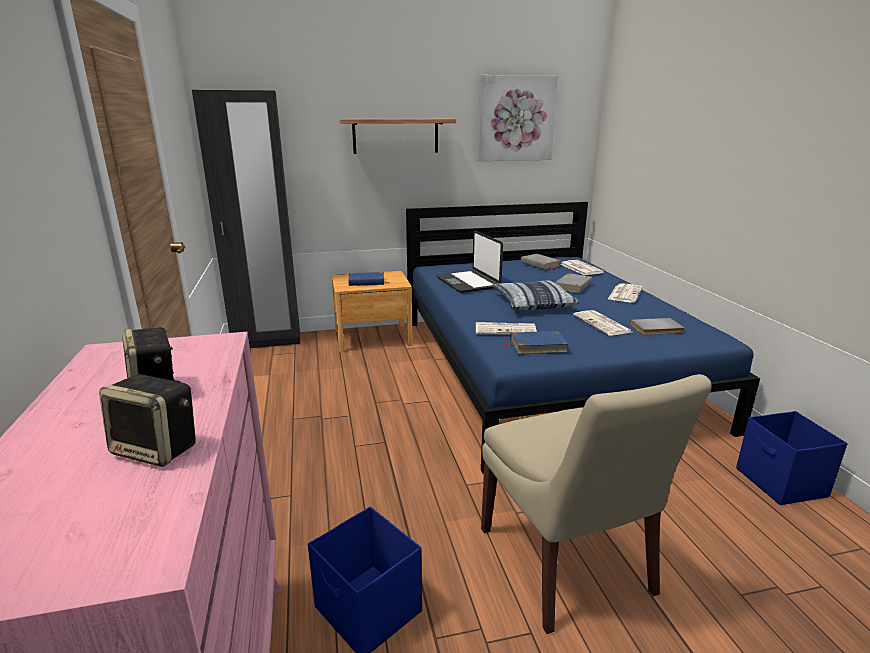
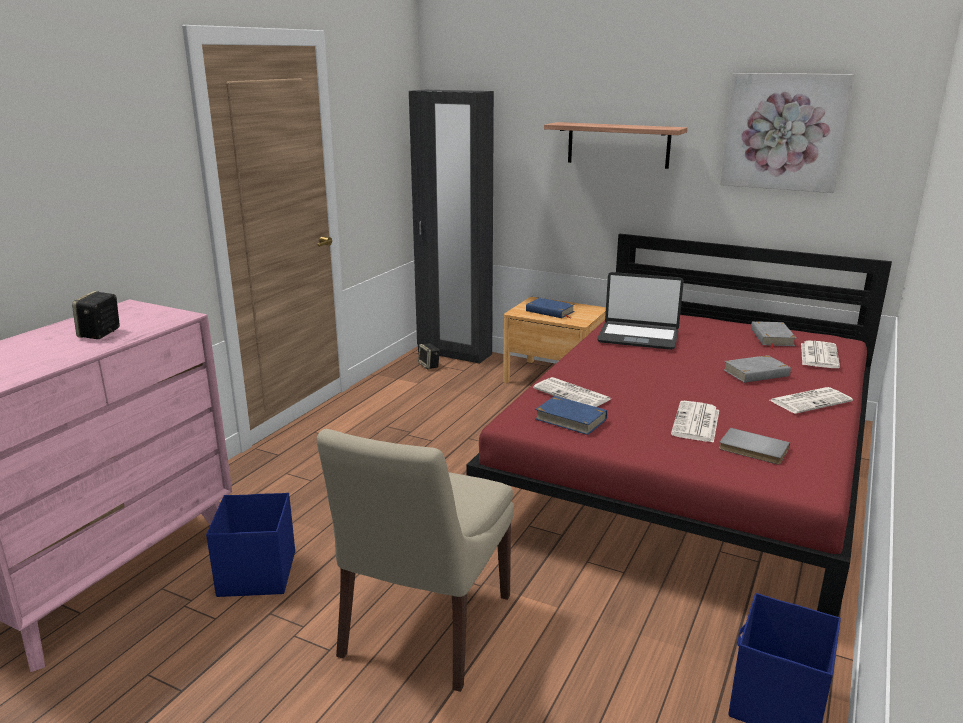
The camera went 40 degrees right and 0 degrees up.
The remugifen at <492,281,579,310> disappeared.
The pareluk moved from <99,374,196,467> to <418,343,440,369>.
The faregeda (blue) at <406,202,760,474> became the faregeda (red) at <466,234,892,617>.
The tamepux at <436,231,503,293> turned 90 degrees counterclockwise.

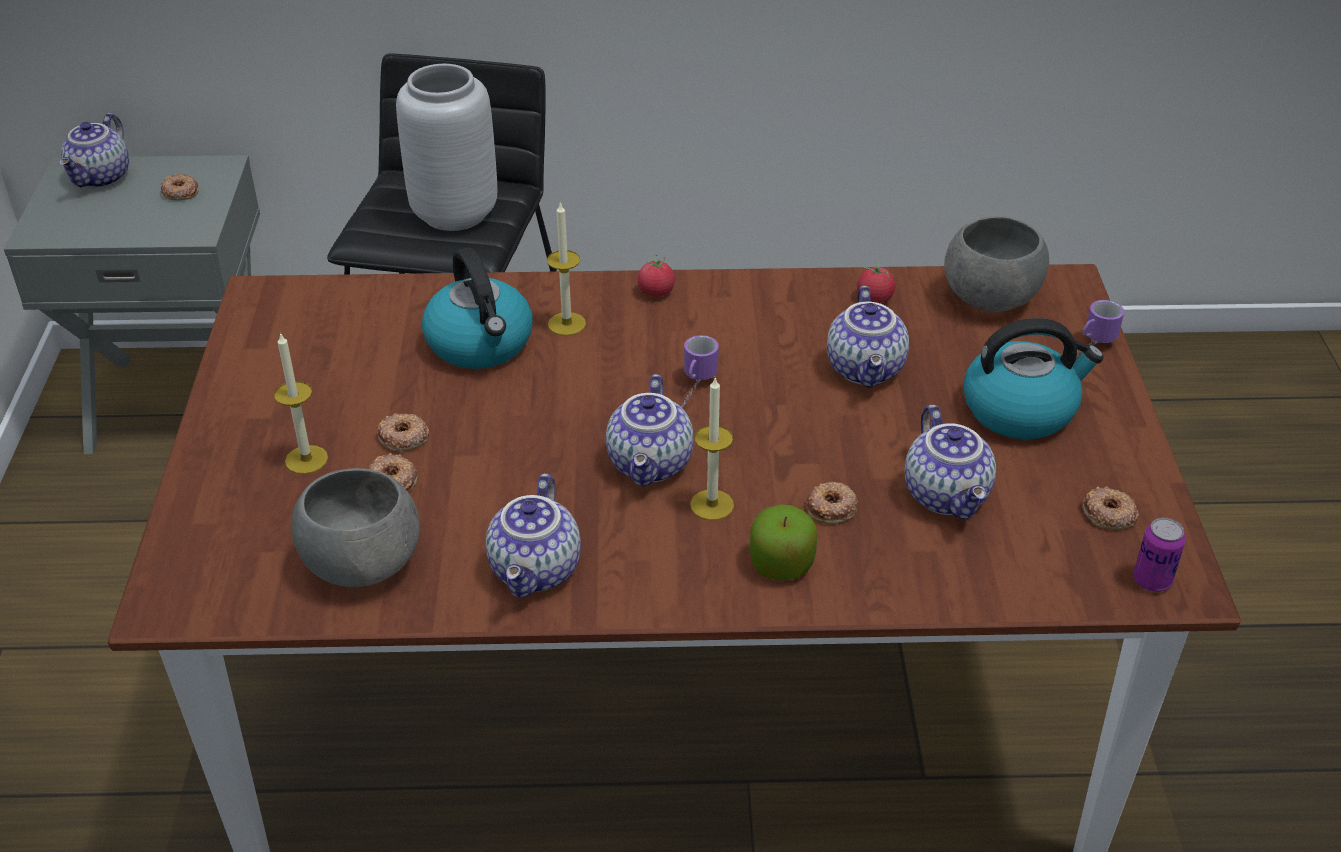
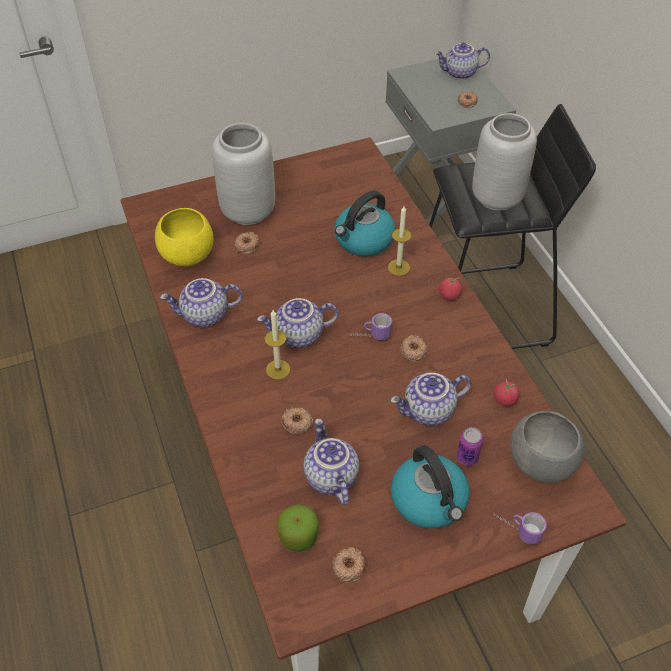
The camera went 70 degrees right and 10 degrees up.
The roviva moved from <377,413,429,451> to <400,335,428,362>.
The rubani moved from <750,504,817,580> to <276,504,319,552>.
The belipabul moved from <1133,517,1186,592> to <457,427,483,466>.
The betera at <274,332,328,474> was replaced by the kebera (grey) at <212,123,275,225>.
The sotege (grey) at <291,468,420,587> became the sotege (yellow) at <155,208,213,266>.
The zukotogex at <905,405,996,519> turned 105 degrees clockwise.

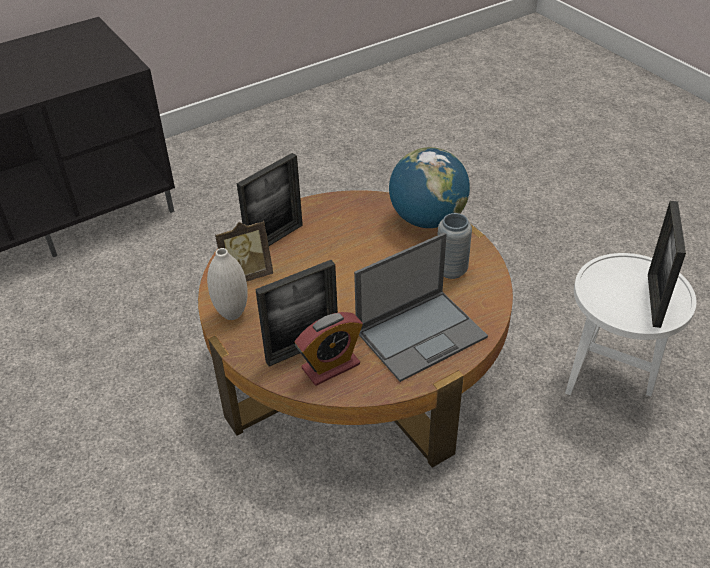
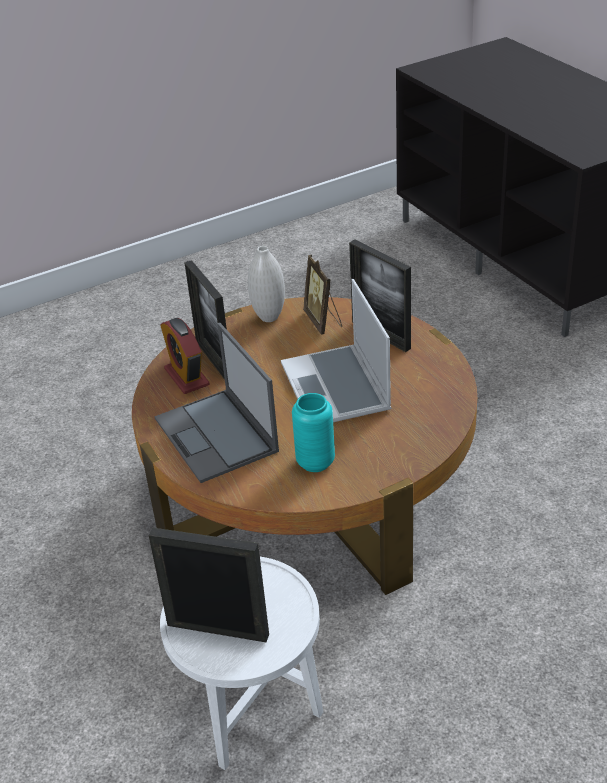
The camera went 95 degrees right and 5 degrees down.
The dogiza at <389,147,470,228> disappeared.
The tamepux at <281,279,391,422> appeared.
The kebera (grey) at <437,213,472,279> became the kebera (turquoise) at <292,393,335,472>.

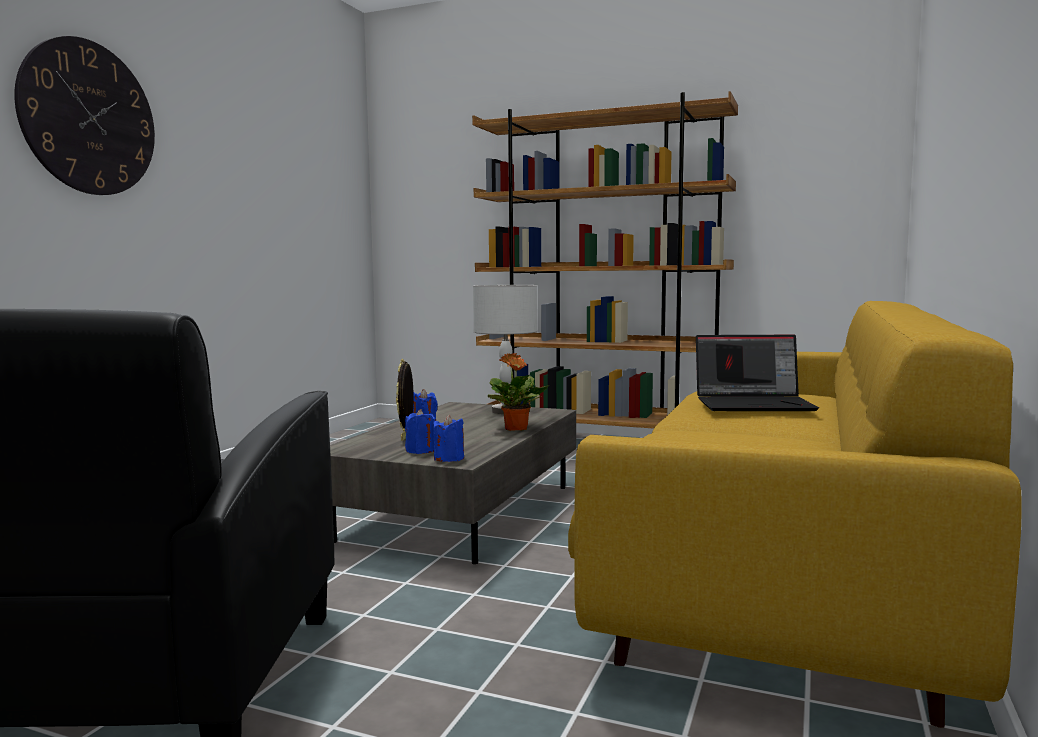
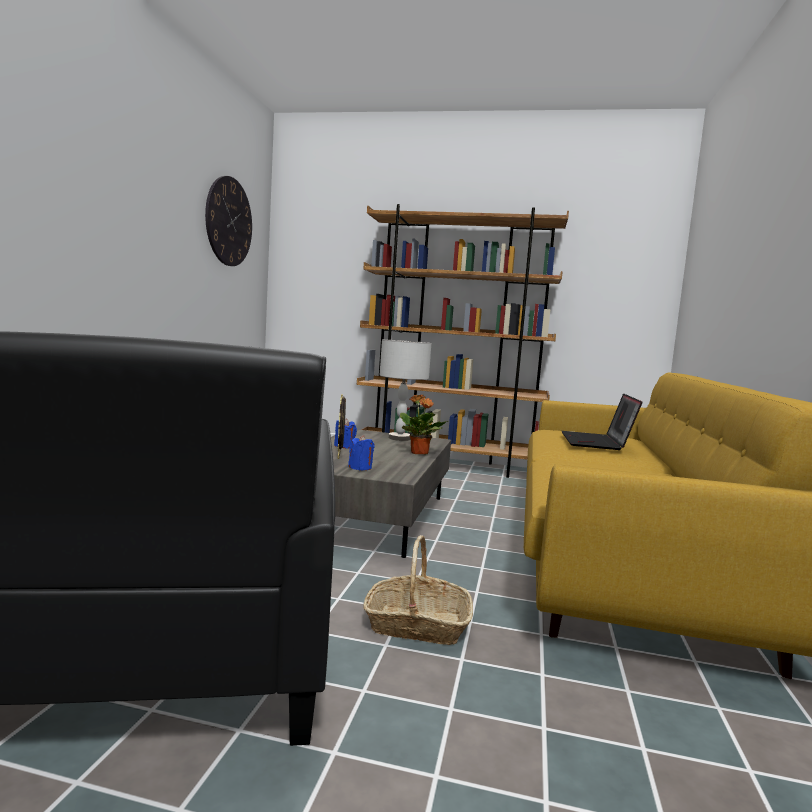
The camera went 10 degrees left and 0 degrees up.
The betera (blue) at <433,415,464,462> disappeared.
The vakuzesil at <363,535,473,645> appeared.
The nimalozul moved from <14,36,155,195> to <205,176,252,266>.
The tamepux at <696,335,819,411> turned 105 degrees clockwise.

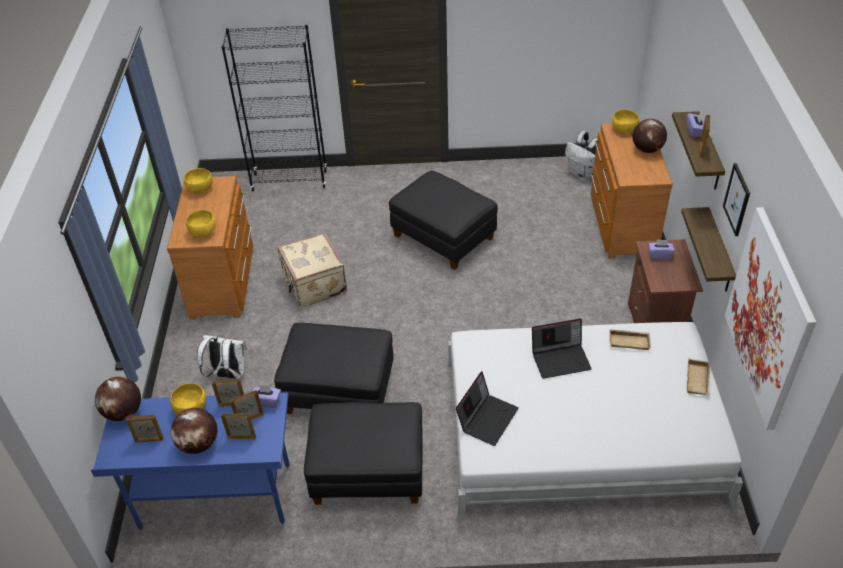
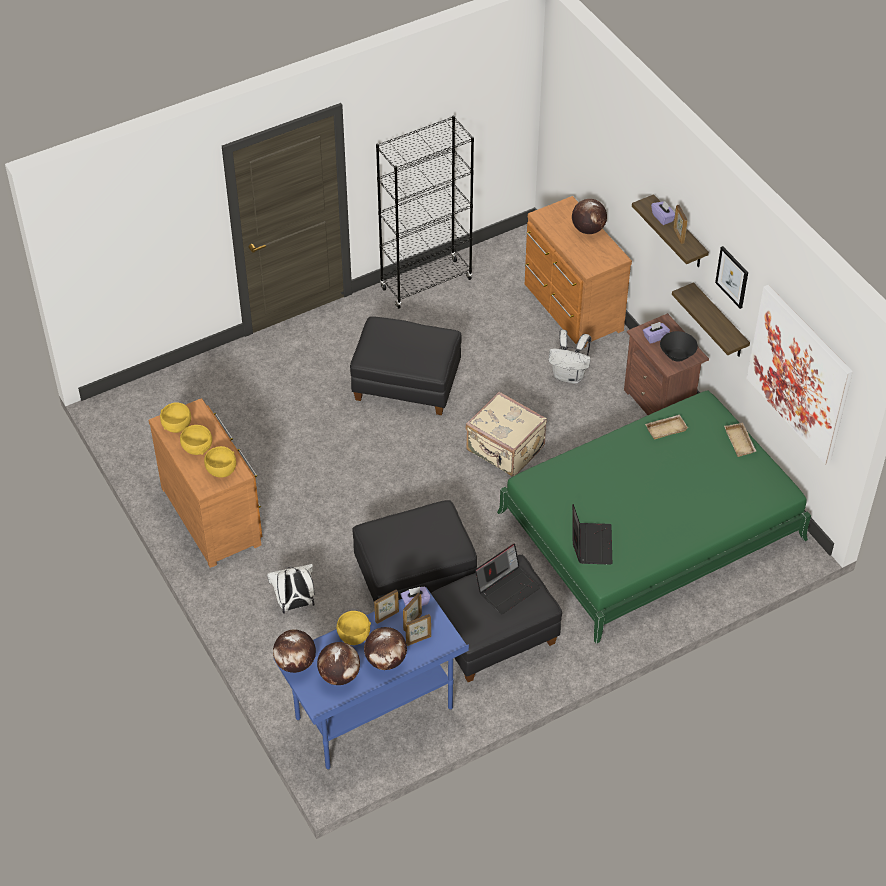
The camera went 30 degrees left and 5 degrees up.
The sotege (black) at <660,331,698,362> appeared.
The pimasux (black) moved from <222,25,327,191> to <376,115,474,309>.
The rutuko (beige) moved from <278,232,347,307> to <465,392,547,477>.
The tamepux moved from <532,319,592,379> to <475,543,540,614>.
The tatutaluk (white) moved from <565,131,598,180> to <549,330,591,384>.
The sotege (yellow) moved from <612,110,639,134> to <180,425,212,455>.
The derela at <126,415,163,443> was replaced by the dogiza at <317,642,360,685>.
The faregeda (white) at <447,322,743,521> became the faregeda (green) at <497,390,811,644>.

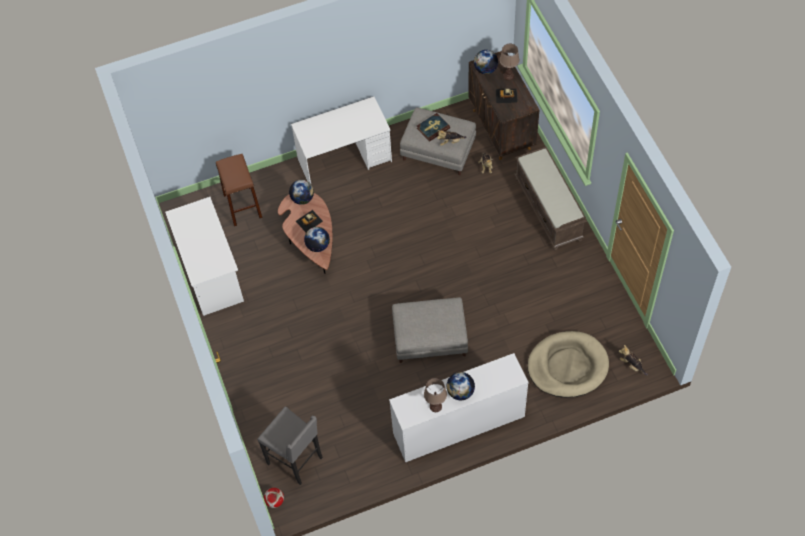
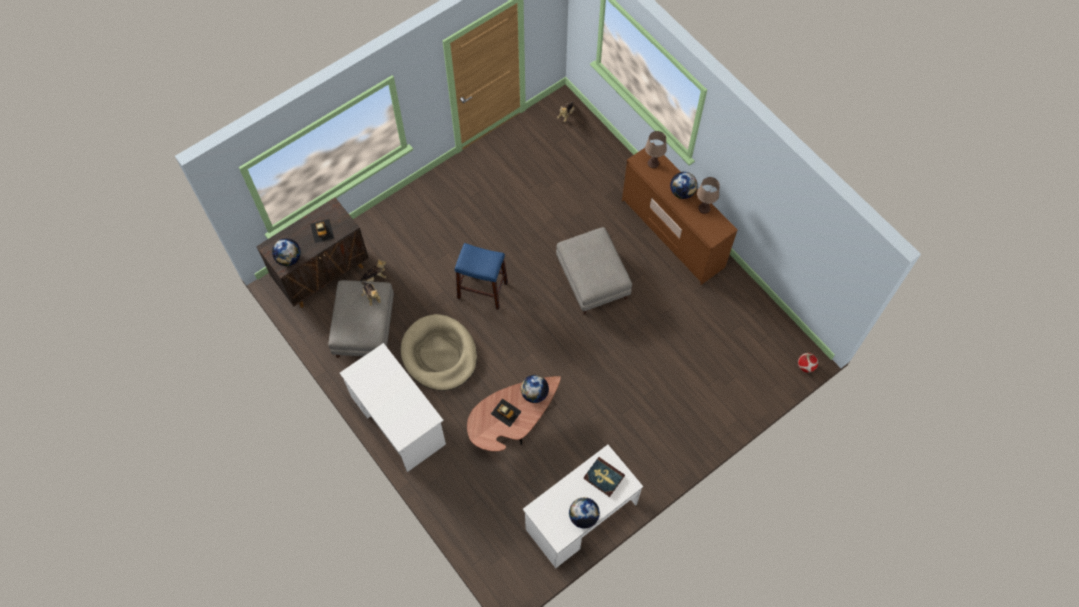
The camera went 110 degrees left and 5 degrees up.
The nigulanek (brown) at <216,154,262,226> disappeared.
The nigulanek (grey) at <258,406,323,485> disappeared.
The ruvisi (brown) at <514,147,587,251> disappeared.
The nigulanek (blue) at <455,243,508,310> appeared.
The dogiza moved from <289,180,314,205> to <569,497,600,529>.
The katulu moved from <417,113,450,141> to <583,457,625,497>.
The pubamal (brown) moved from <500,44,520,80> to <645,131,667,168>.
The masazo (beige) moved from <528,331,609,398> to <401,314,477,391>.
The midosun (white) at <389,353,529,462> became the midosun (brown) at <622,143,738,285>.

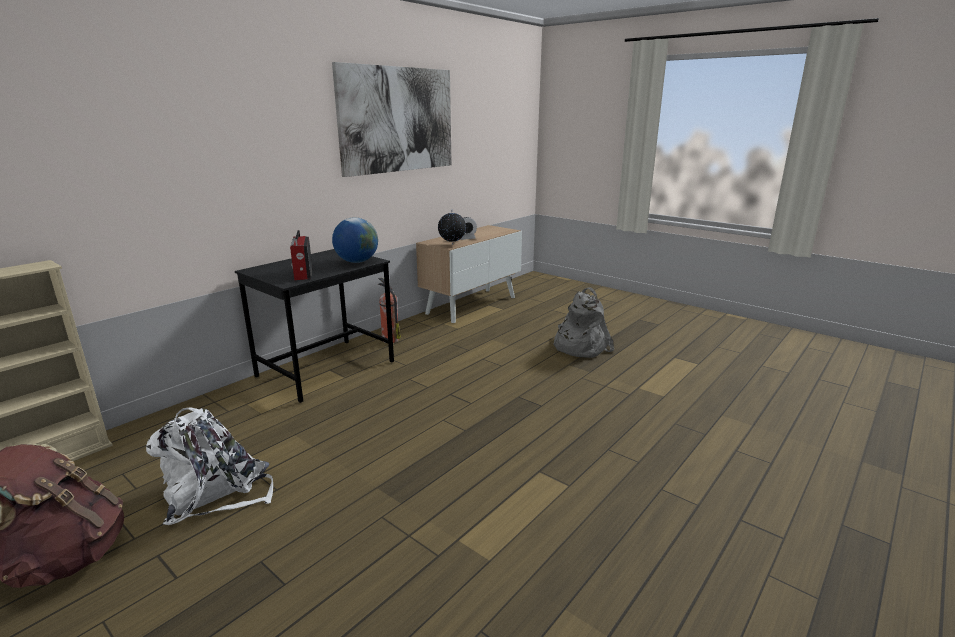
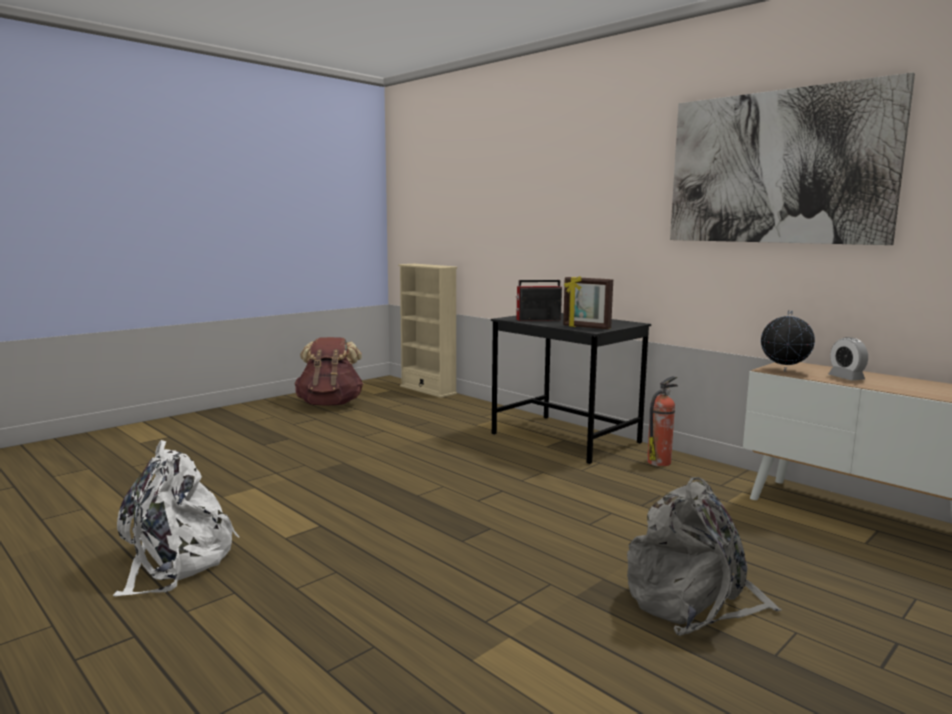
The camera went 95 degrees right and 10 degrees down.
The tatutaluk (white) moved from <146,407,273,525> to <113,440,239,597>.
The dogiza at <332,217,378,263> was replaced by the derela at <563,276,613,329>.

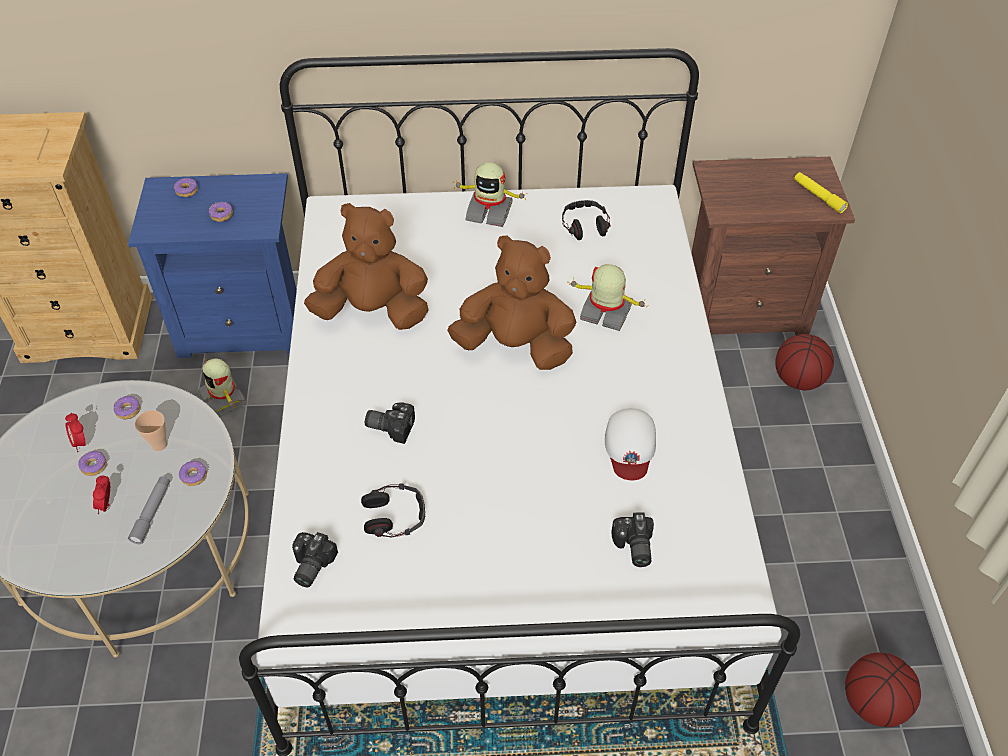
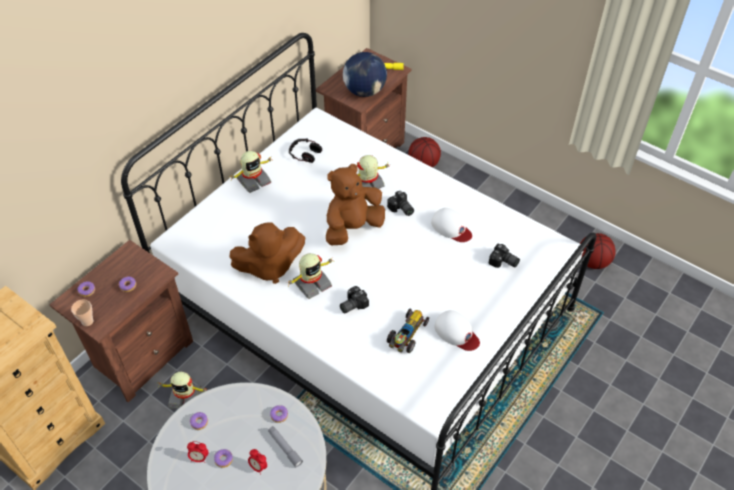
The camera went 50 degrees left and 0 degrees up.
The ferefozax at <288,253,332,299> appeared.
The dogiza at <343,52,387,97> appeared.
The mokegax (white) at <434,310,480,351> appeared.
The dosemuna moved from <134,410,168,451> to <71,299,93,326>.
The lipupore moved from <292,532,338,587> to <387,191,414,216>.
The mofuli at <361,483,425,537> was replaced by the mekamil at <387,309,429,353>.
The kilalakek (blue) at <128,173,297,358> became the kilalakek (brown) at <49,240,193,403>.
The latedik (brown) at <304,203,429,330> turned 150 degrees counterclockwise.

